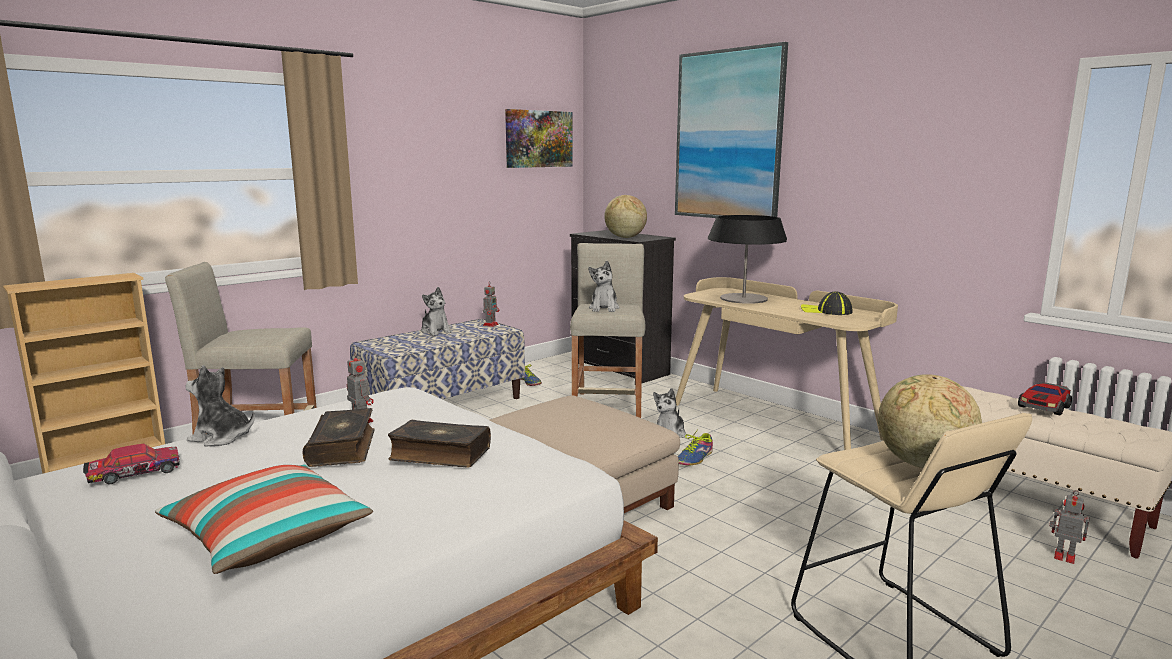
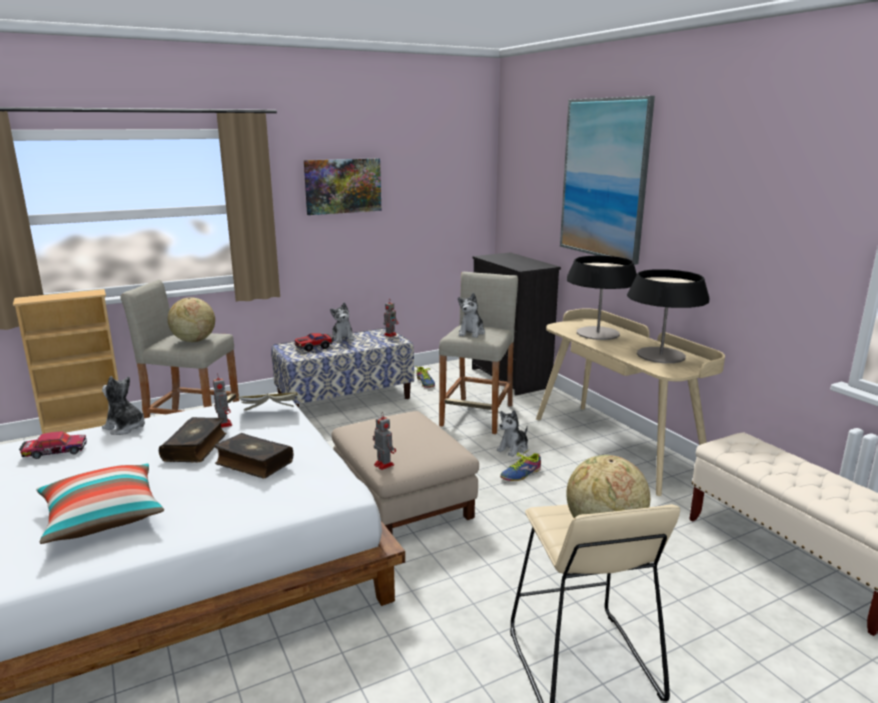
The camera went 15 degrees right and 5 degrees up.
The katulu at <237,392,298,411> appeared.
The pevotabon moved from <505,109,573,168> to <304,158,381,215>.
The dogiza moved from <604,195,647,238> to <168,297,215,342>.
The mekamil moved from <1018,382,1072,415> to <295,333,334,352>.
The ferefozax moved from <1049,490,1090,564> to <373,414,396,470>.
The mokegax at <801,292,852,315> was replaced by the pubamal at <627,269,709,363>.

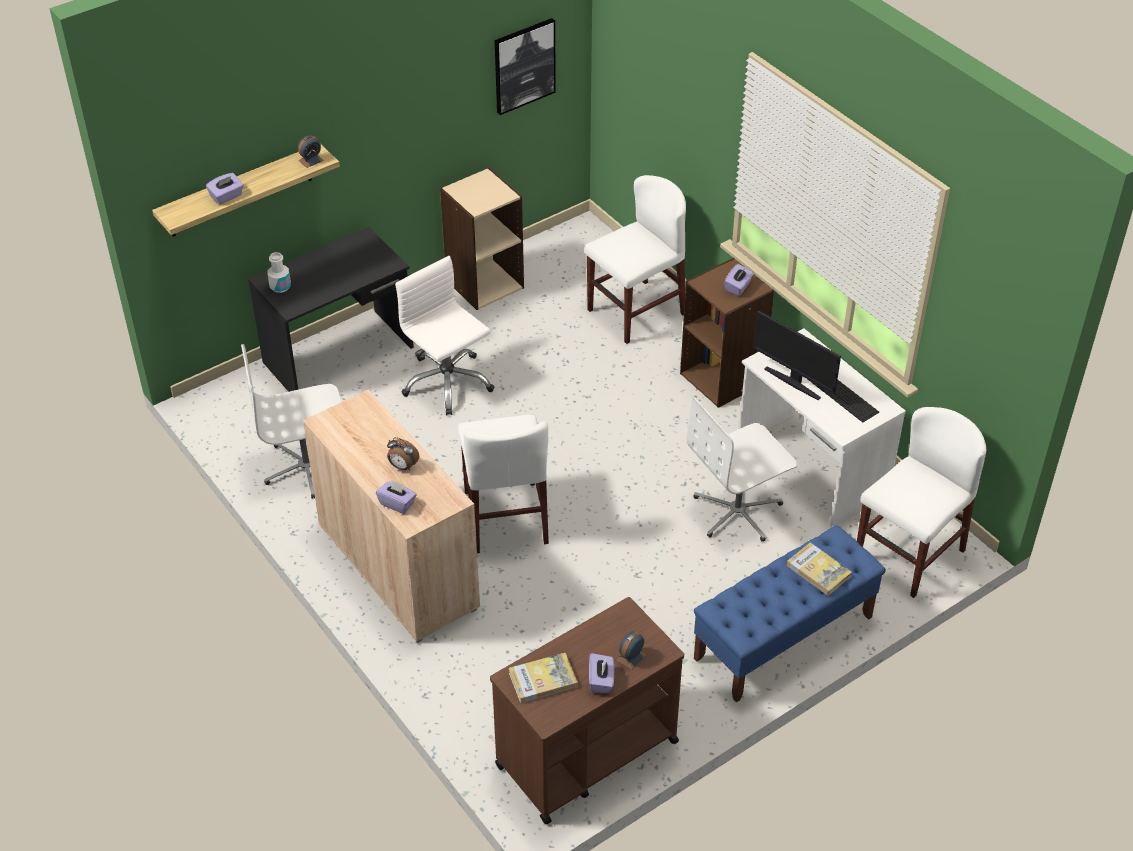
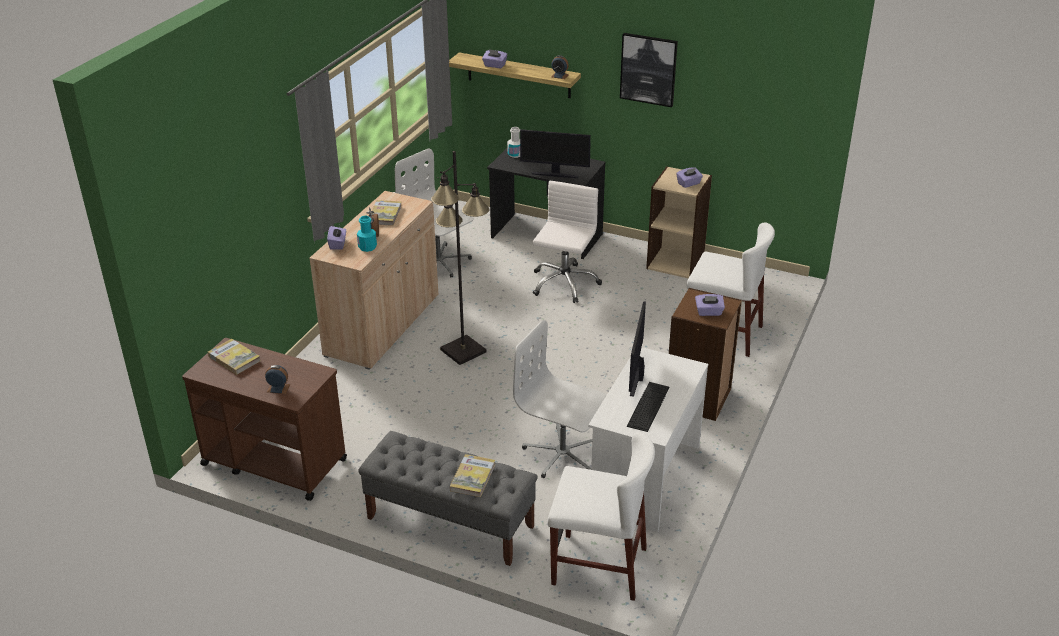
The camera went 60 degrees right and 10 degrees down.
The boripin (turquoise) at <357,216,377,252> appeared.
The katulu at <371,200,402,226> appeared.
The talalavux at <520,129,591,178> appeared.
The pevotabon moved from <495,18,556,115> to <620,33,678,107>.
The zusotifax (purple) moved from <589,653,614,693> to <676,167,703,188>.
The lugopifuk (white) at <458,414,549,553> was replaced by the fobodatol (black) at <431,151,489,365>.
The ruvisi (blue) at <694,525,886,703> became the ruvisi (grey) at <358,431,538,566>.

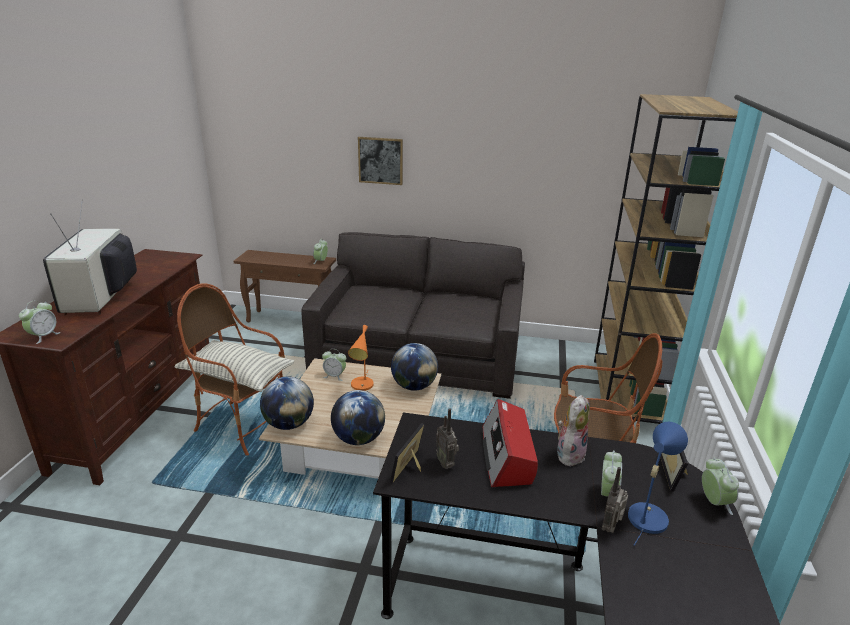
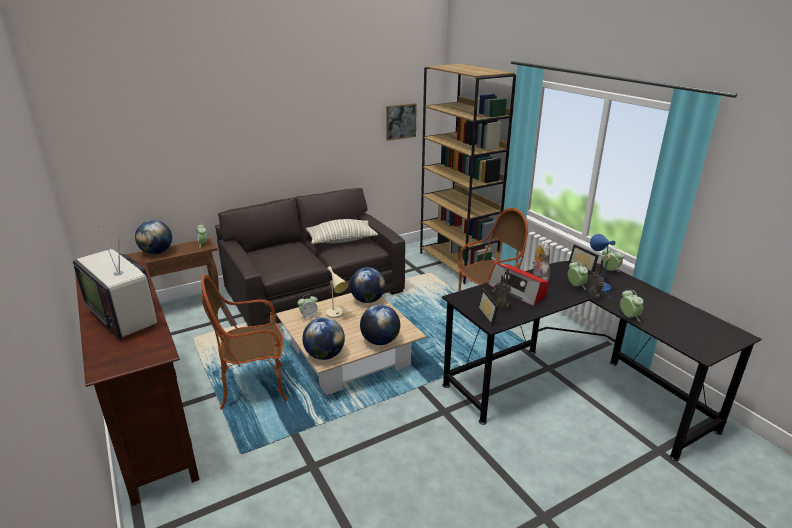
The camera went 40 degrees left and 0 degrees up.
The dogiza at <135,220,172,254> appeared.
The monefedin moved from <19,300,61,344> to <620,290,643,322>.
The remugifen moved from <175,340,294,392> to <306,219,378,244>.
The pevotabon moved from <358,137,403,185> to <386,103,417,141>.
The pubamal (orange) at <348,325,374,391> became the pubamal (beige) at <326,266,348,318>.

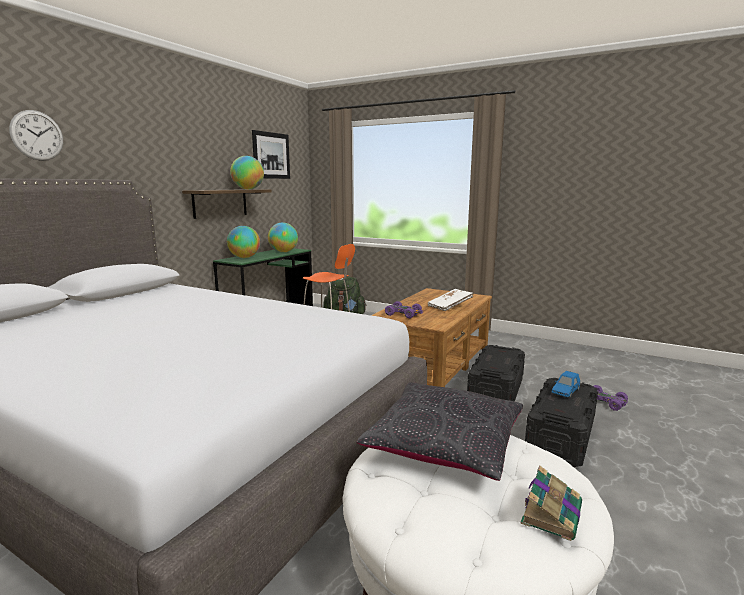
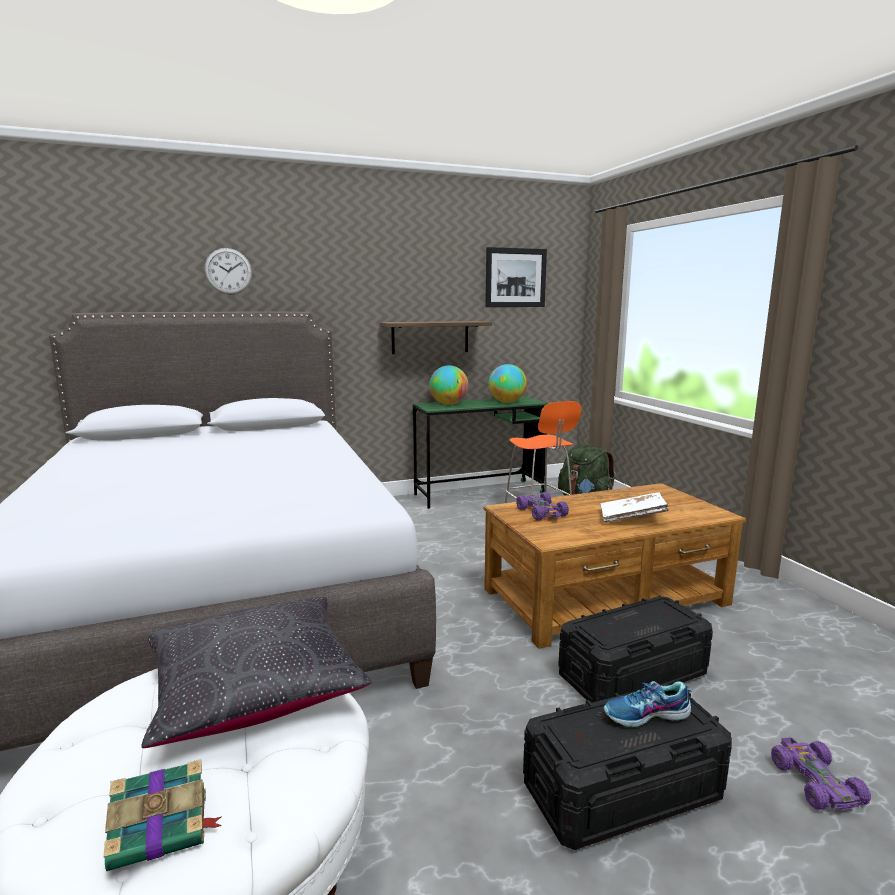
The camera went 40 degrees right and 0 degrees up.
The dogiza at <230,156,264,189> disappeared.
The mekamil (blue) at <552,371,580,397> was replaced by the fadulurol at <604,681,692,727>.

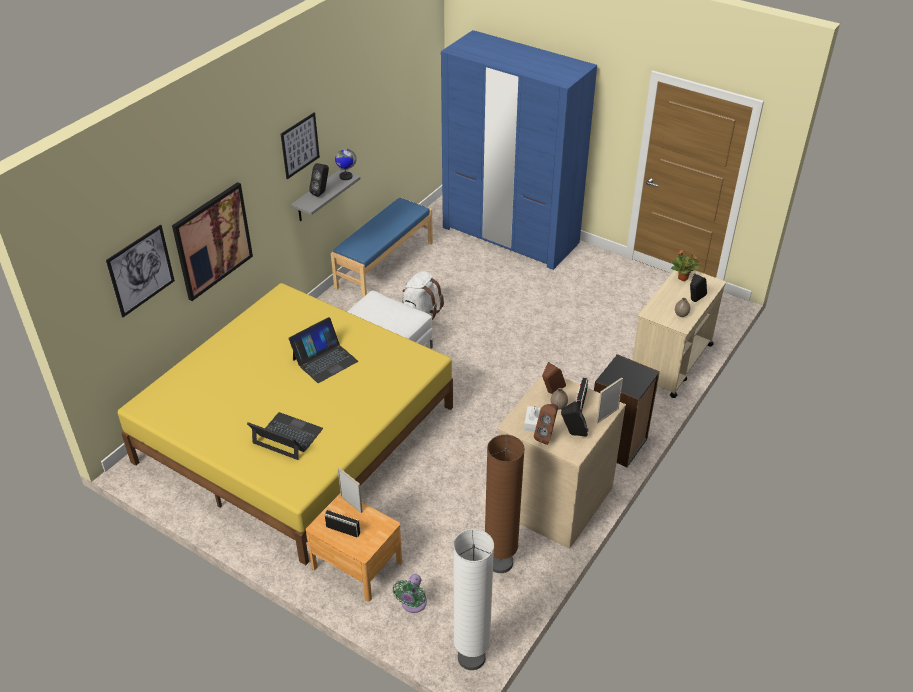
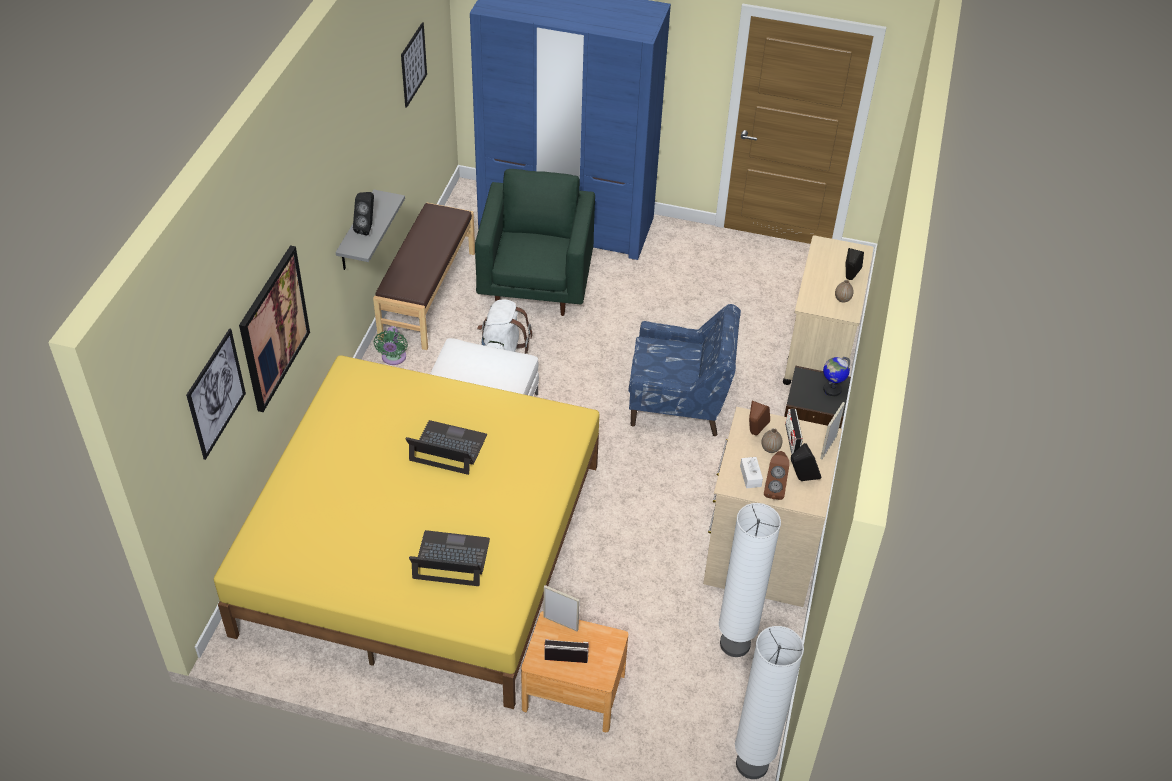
The camera went 20 degrees left and 5 degrees up.
The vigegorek at <671,250,701,281> disappeared.
The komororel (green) at <475,169,595,316> appeared.
The komororel (blue) at <628,304,741,436> appeared.
The pevotabon moved from <281,113,320,179> to <401,22,427,108>.
The dogiza moved from <335,149,357,180> to <823,357,850,397>.
The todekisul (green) moved from <393,574,427,613> to <373,326,408,365>.
The ruvisi (blue) at <331,197,433,298> became the ruvisi (brown) at <373,202,475,350>.
The fobodatol (brown) at <485,435,525,573> became the fobodatol (white) at <719,503,781,657>.
The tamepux at <289,317,358,383> turned 105 degrees counterclockwise.

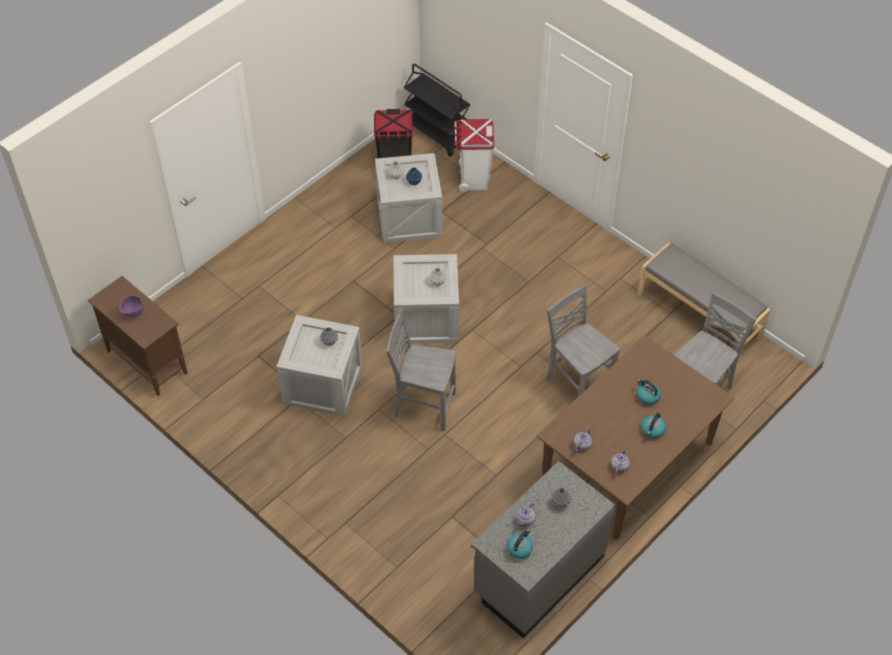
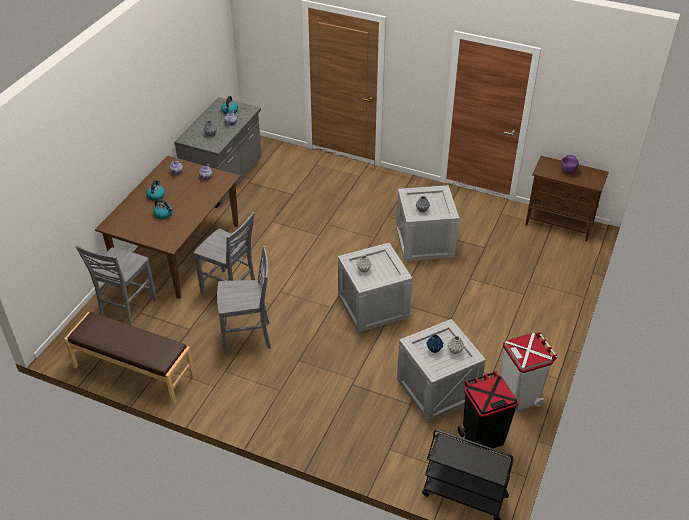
The camera went 160 degrees right and 10 degrees down.
The lugopifuk (grey) moved from <386,310,456,431> to <217,246,271,354>.
The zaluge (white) moved from <454,119,494,192> to <501,332,557,411>.
The ruvisi (grey) at <638,242,770,362> became the ruvisi (brown) at <64,312,195,405>.

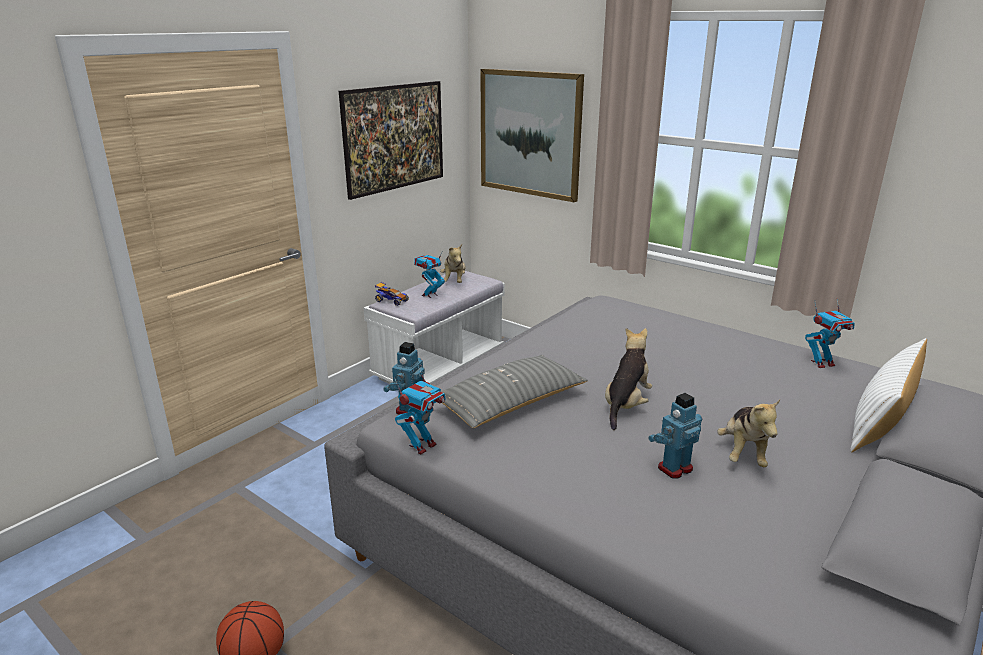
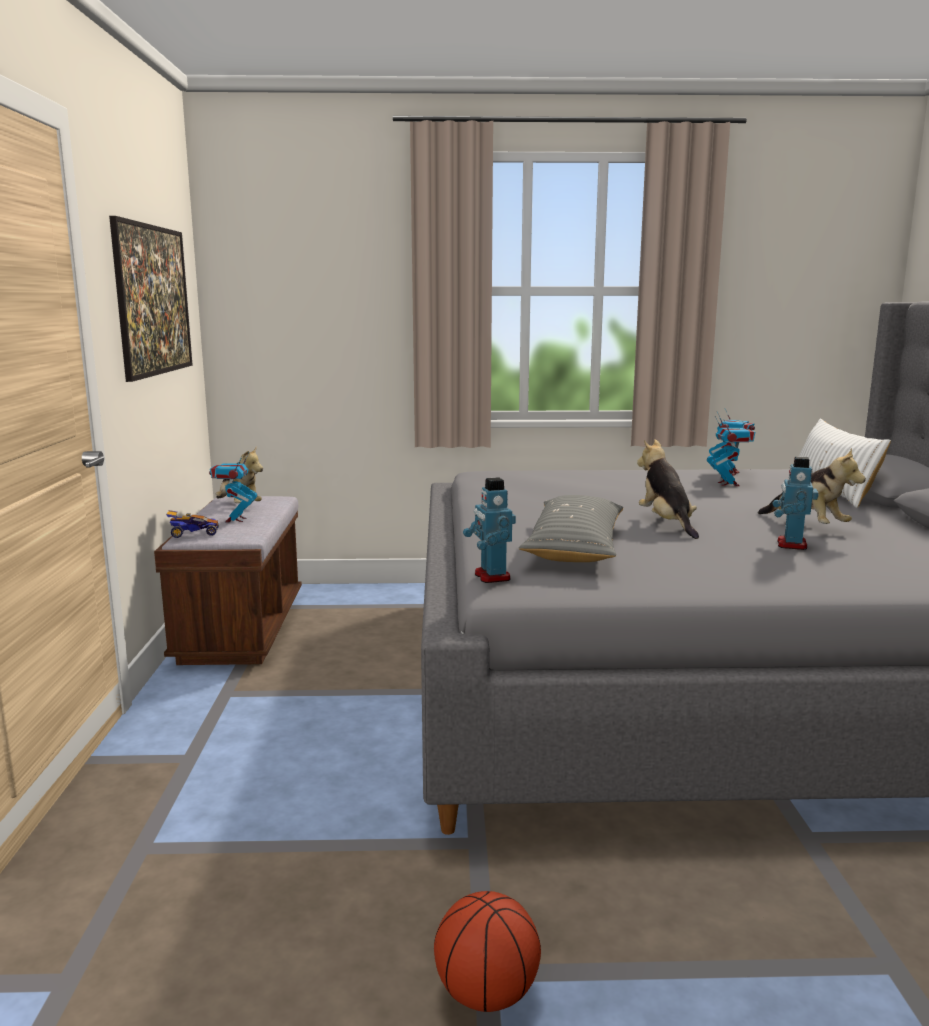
The camera went 40 degrees left and 10 degrees down.
The pevotabon at <480,69,584,202> disappeared.
The ferefozax moved from <394,365,446,455> to <707,416,755,486>.
The ruvisi (white) at <364,271,505,384> became the ruvisi (brown) at <154,496,302,665>.

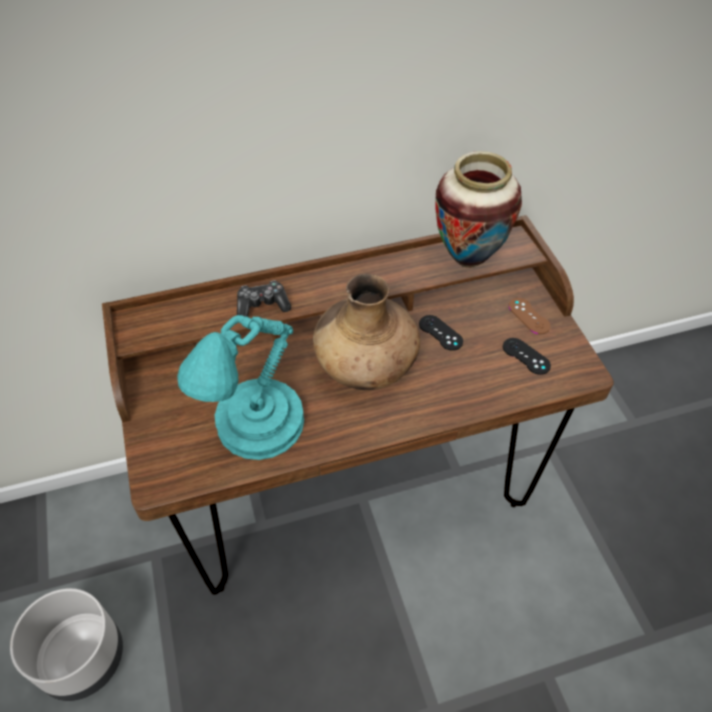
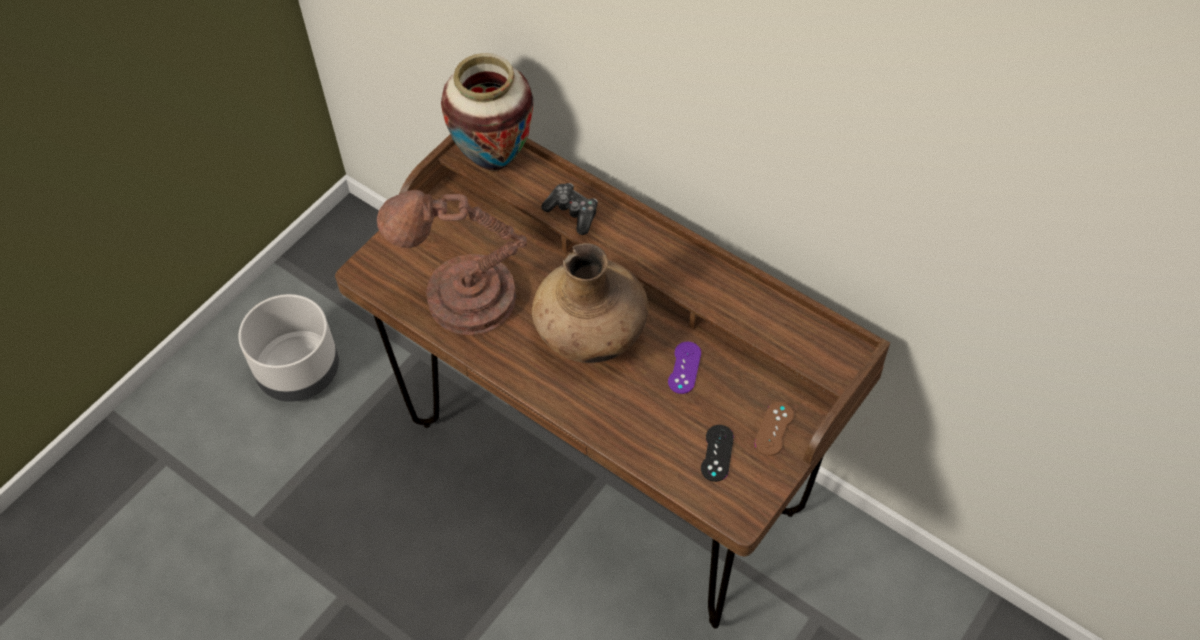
The camera went 55 degrees right and 5 degrees up.
The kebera moved from <435,151,522,268> to <441,53,533,171>.
The pubamal (turquoise) at <177,315,304,460> became the pubamal (brown) at <377,190,527,335>.
The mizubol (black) at <419,315,463,351> became the mizubol (purple) at <668,342,701,394>.

